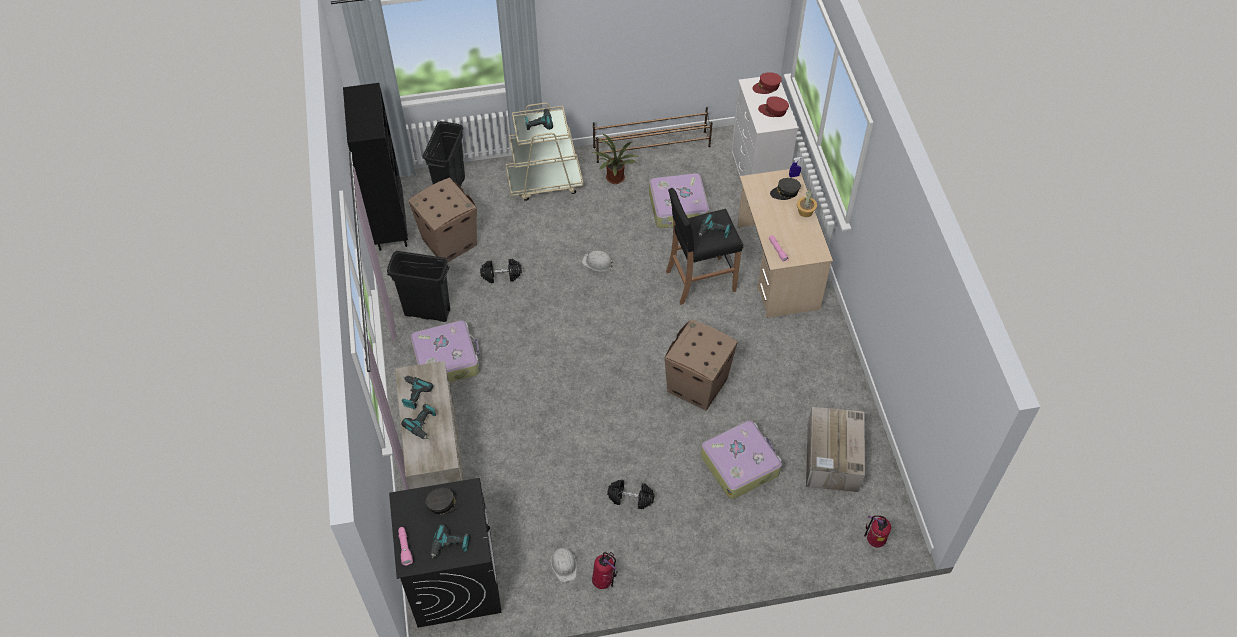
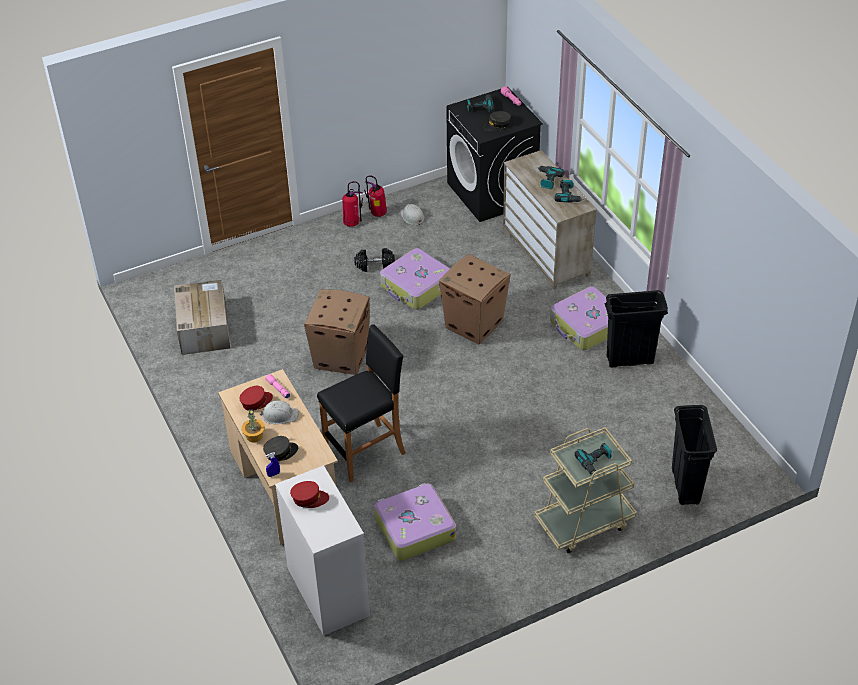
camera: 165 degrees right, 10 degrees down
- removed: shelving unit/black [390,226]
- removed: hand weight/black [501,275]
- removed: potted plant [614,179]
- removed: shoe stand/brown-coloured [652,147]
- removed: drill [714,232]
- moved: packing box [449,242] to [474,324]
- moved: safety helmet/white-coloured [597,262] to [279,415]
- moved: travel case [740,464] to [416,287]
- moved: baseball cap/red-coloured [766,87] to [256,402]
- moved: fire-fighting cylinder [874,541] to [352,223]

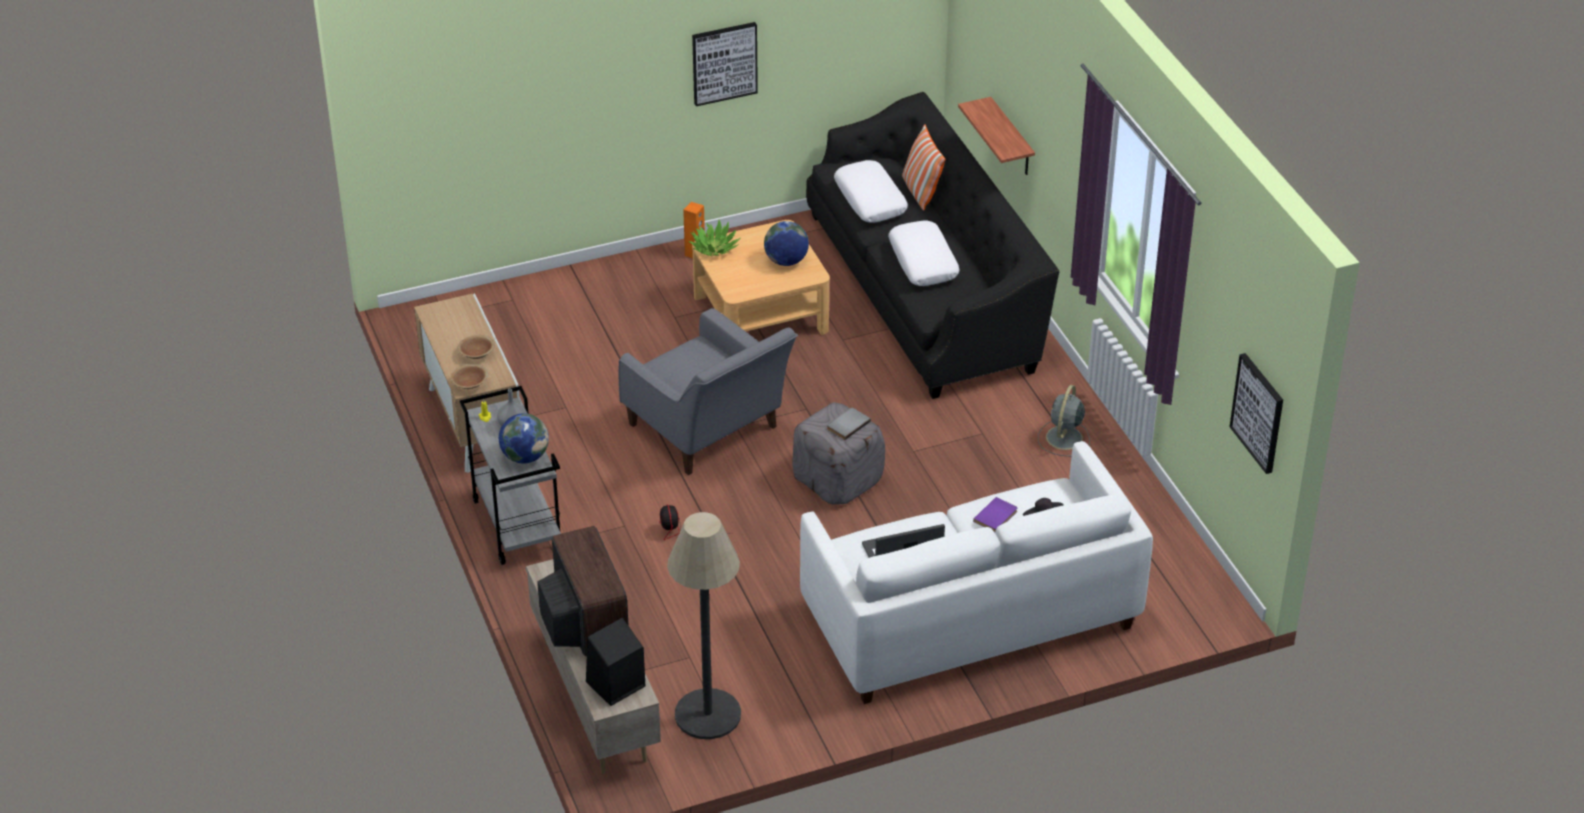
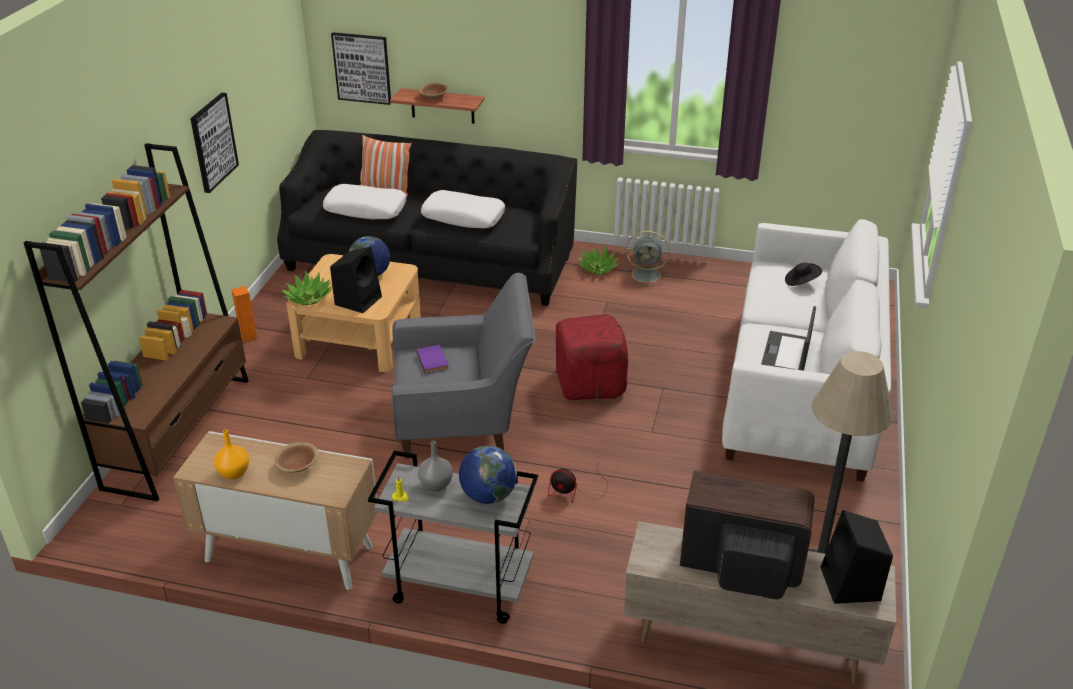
camera: 55 degrees left, 5 degrees down
- removed: book/gray [847,424]
- added: shelving unit/brown-coloured [179,432]
- added: flower vase/orangey [234,473]
- added: audio speaker/black [358,300]
- added: potted plant [597,268]
- moved: deep dish/brown-coloured [470,384] to [434,97]
- moved: book/purple [996,517] to [433,360]
- moved: wall picture [1258,412] to [362,68]
- recoloured: pouffe/gray [837,479] to pouffe/red-coloured [589,382]
- turned: cooling fan/gray [1063,439] = [647,275] 45 degrees counterclockwise

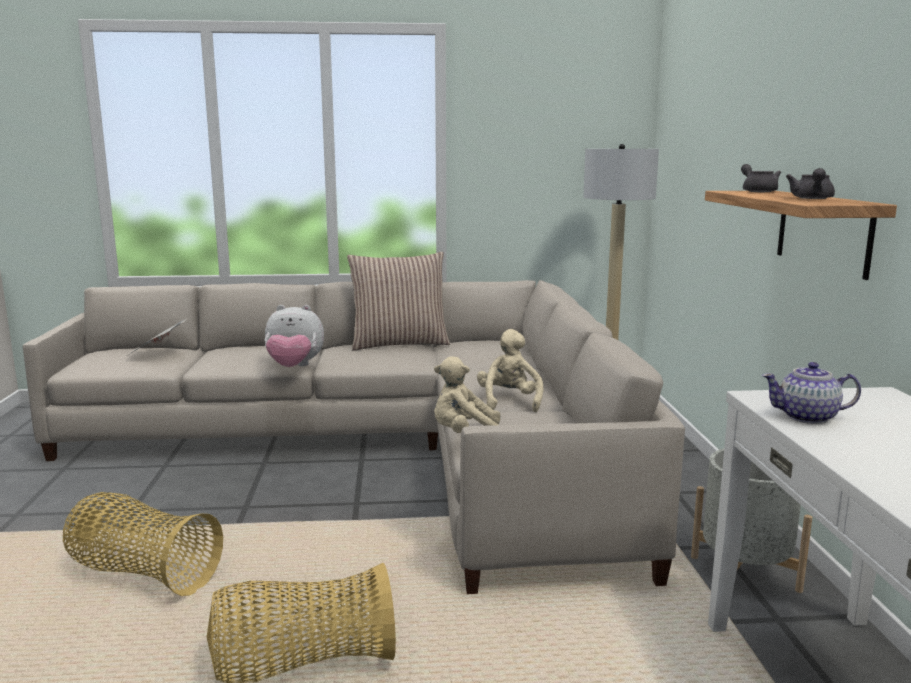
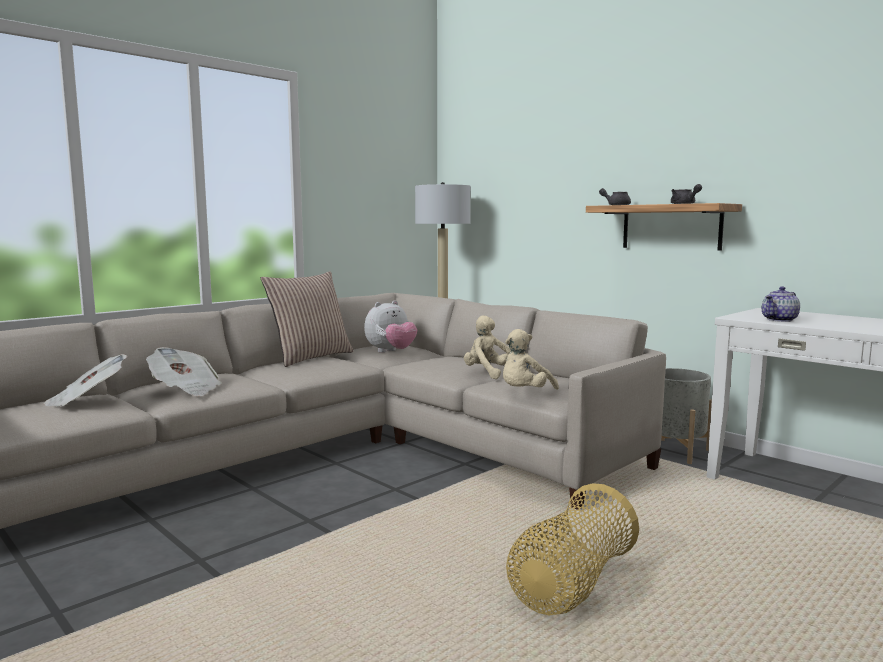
camera: 40 degrees left, 5 degrees down
- removed: basket [143,574]
- added: newspaper [185,389]
- moved: soft toy [294,367] to [391,352]

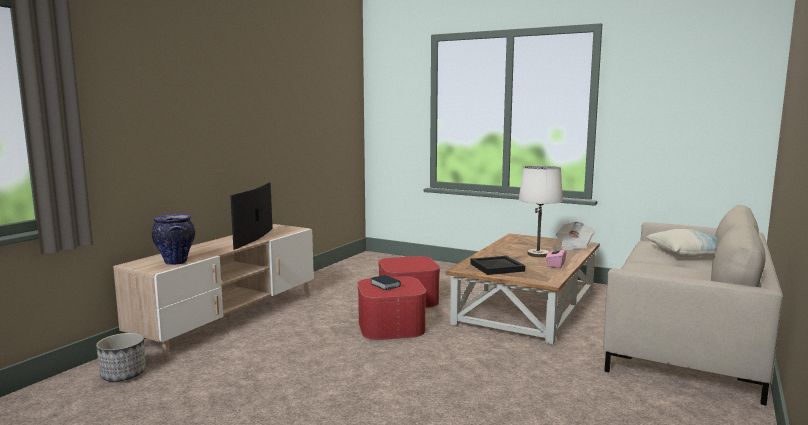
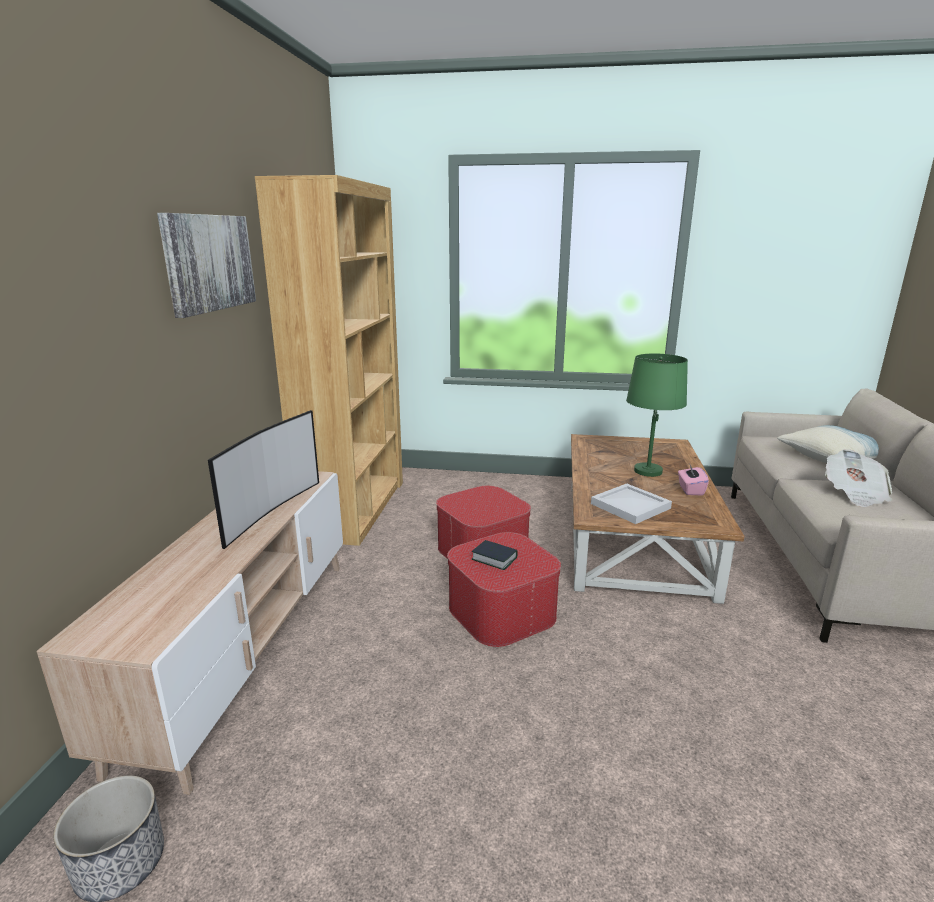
camera: 20 degrees left, 10 degrees up
- removed: flower vase [175,262]
- added: wall picture [209,263]
- added: shelving unit/brown-coloured [355,508]
- moved: newspaper [573,246] to [854,494]
- recoloured: carrying tray/black [498,267] to carrying tray/white-coloured [631,506]
- recoloured: table lamp/white-coloured [537,254] to table lamp/green-coloured [647,471]
- turned: TV set [257,238] = [271,511] 150 degrees counterclockwise

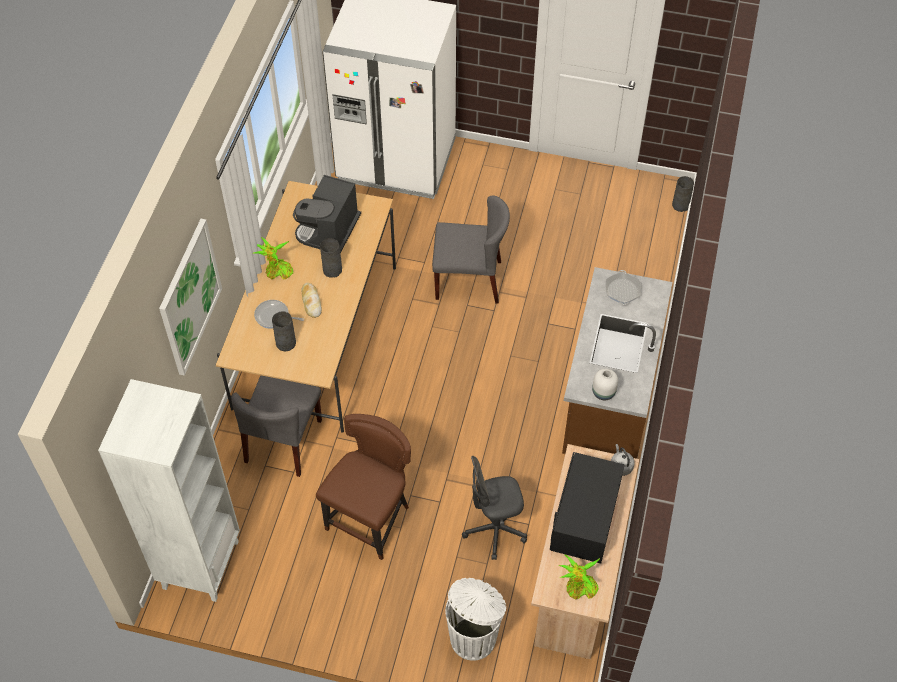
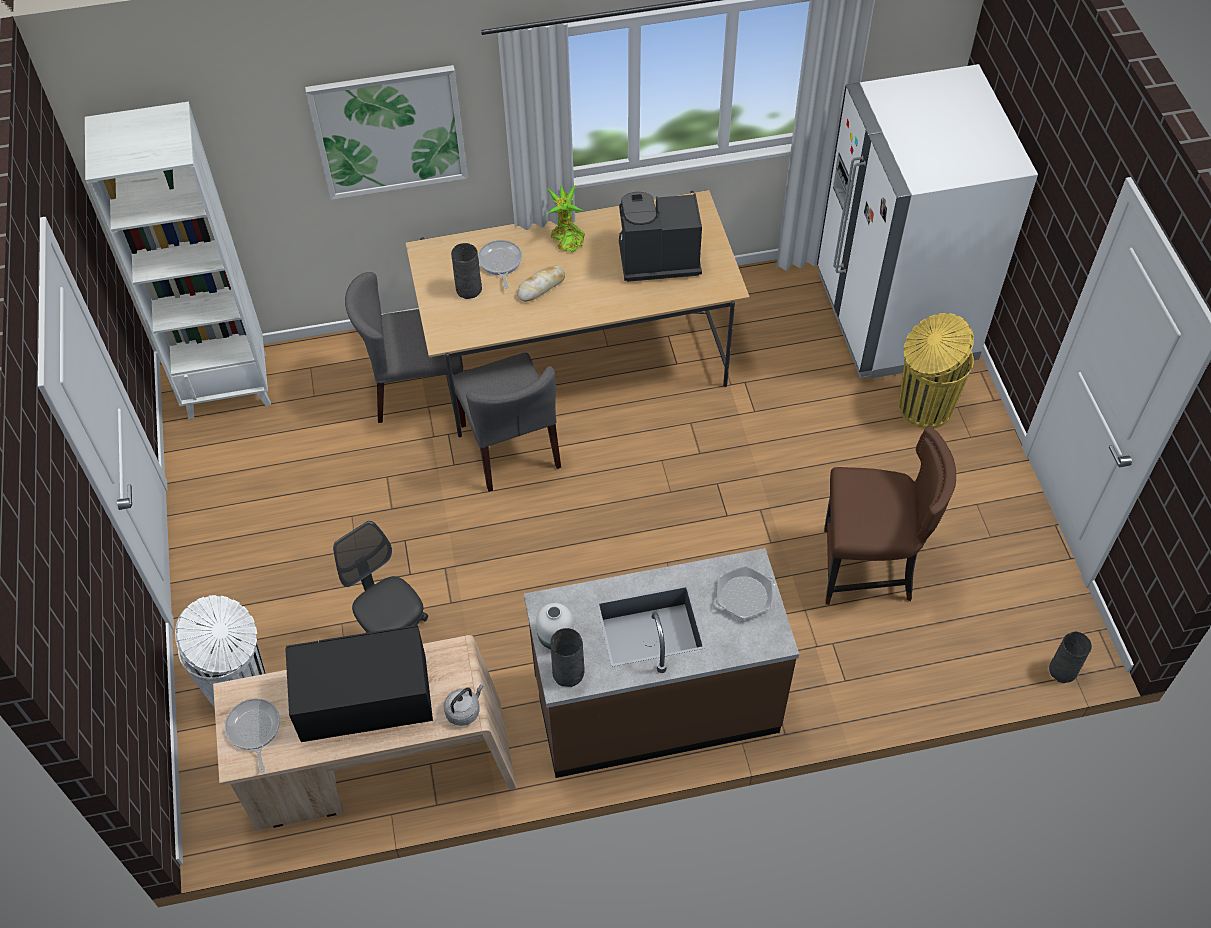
camera: 65 degrees right, 0 degrees up
- added: rubbish bin/yellow [923,407]
- moved: plain chair/brown-coloured [371,519] to [868,568]
- moved: flower vase/gray [333,270] to [568,673]
- moved: plain chair/gray [469,280] to [510,446]
- replaced: potted plant [579,588] to frying pan [254,730]

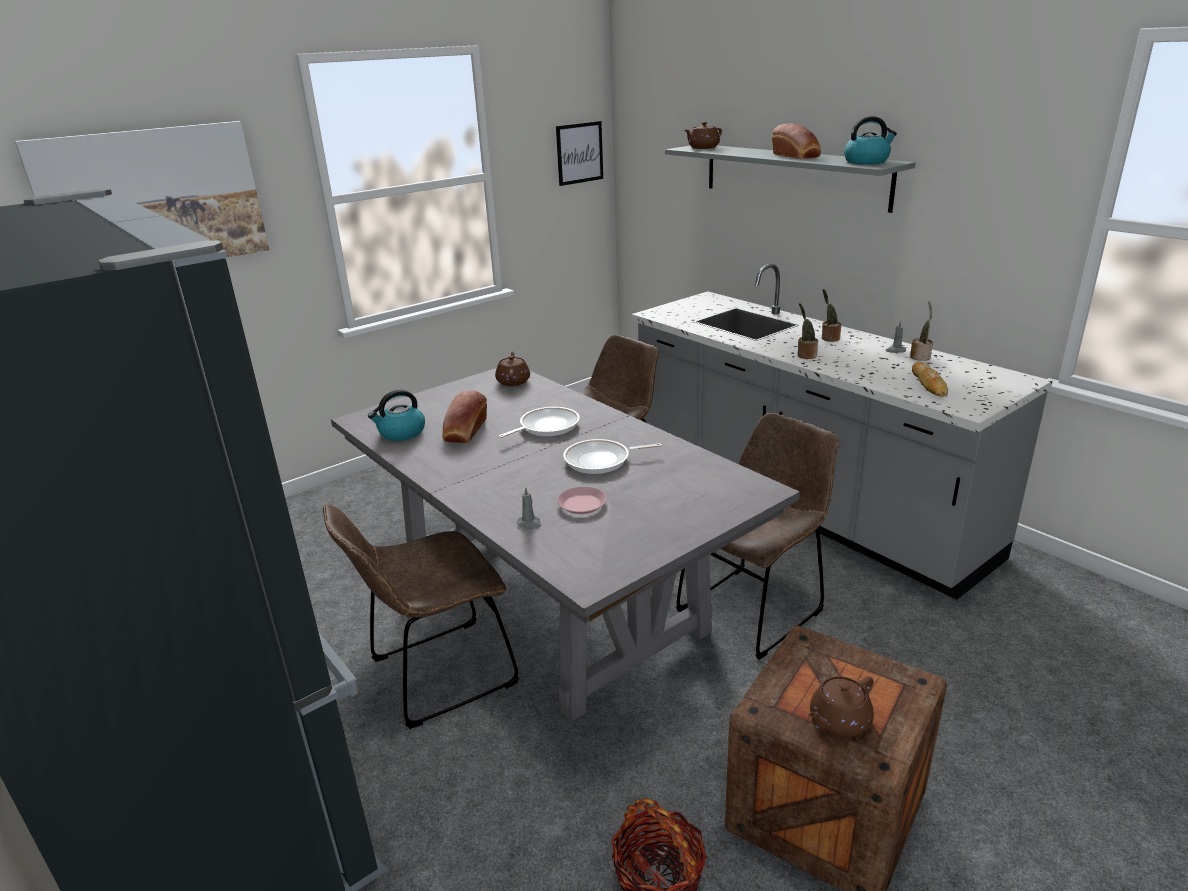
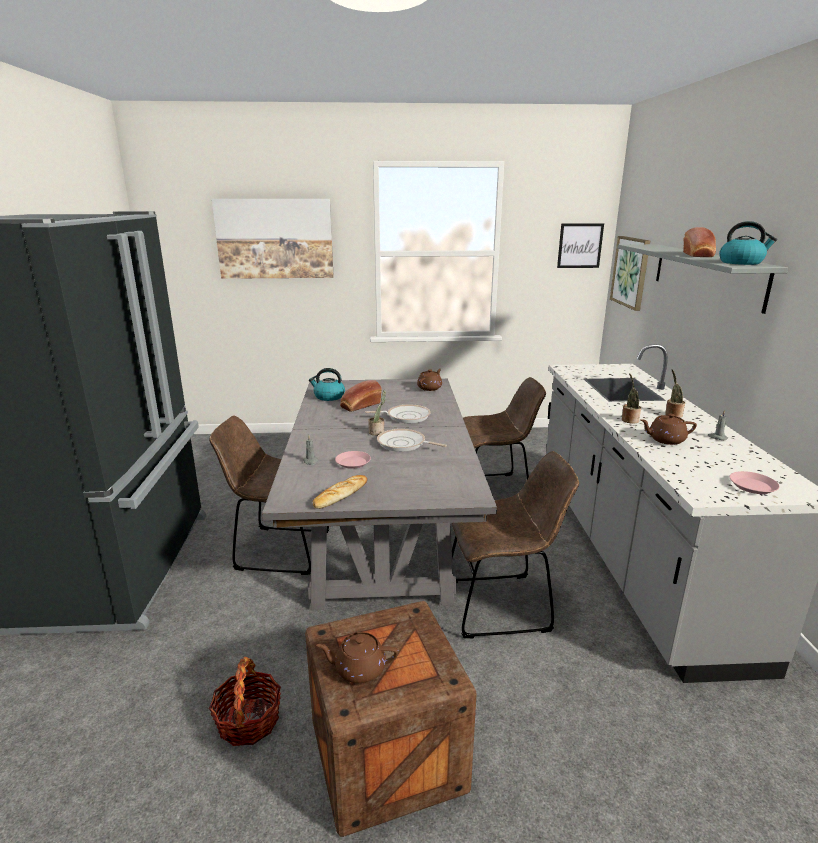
camera: 35 degrees right, 5 degrees down
- added: wall picture [631,272]
- added: flat dish/pinkish [752,486]
- moved: pot for tea/brown-coloured [703,148] to [665,440]
- moved: potted plant [920,357] to [377,432]
- moved: bakery bread [928,383] to [340,495]

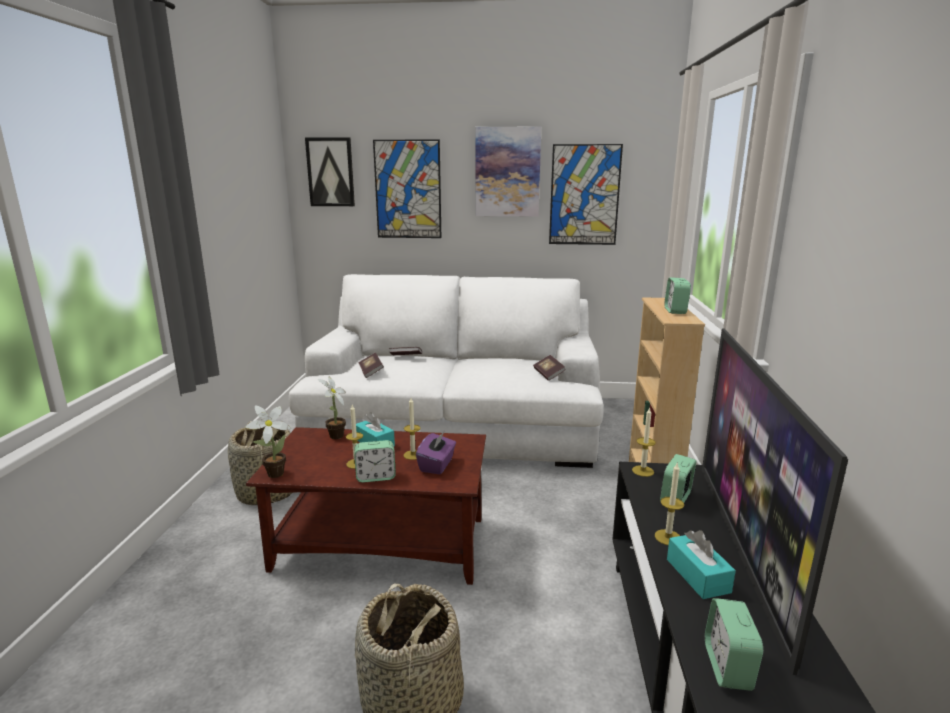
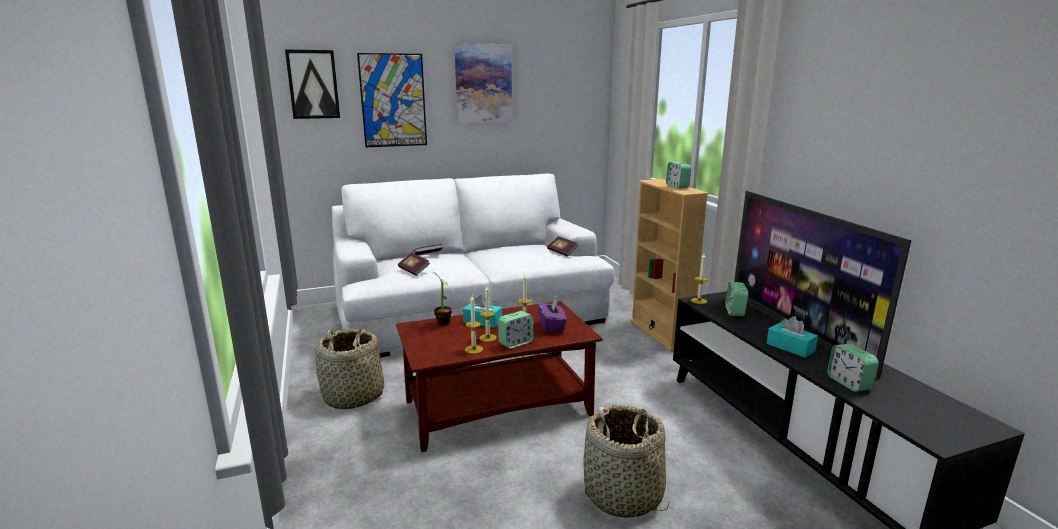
camera: 25 degrees left, 0 degrees up
- removed: potted plant [272,474]
- removed: wall picture [584,195]
- moved: candle [668,537] to [474,349]

